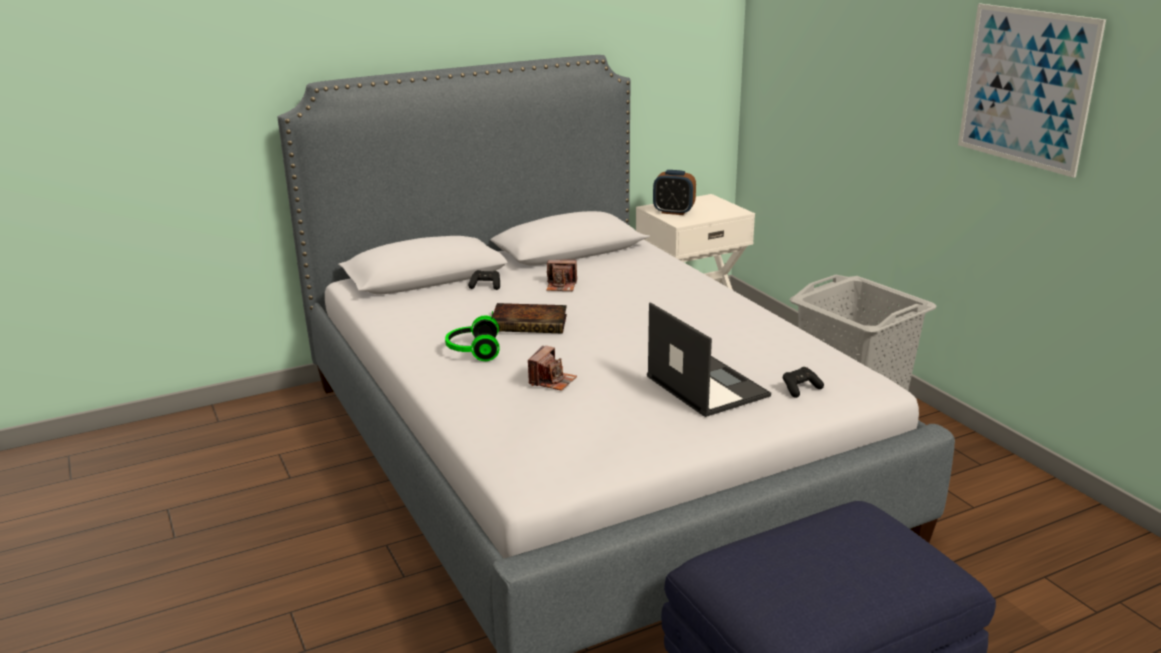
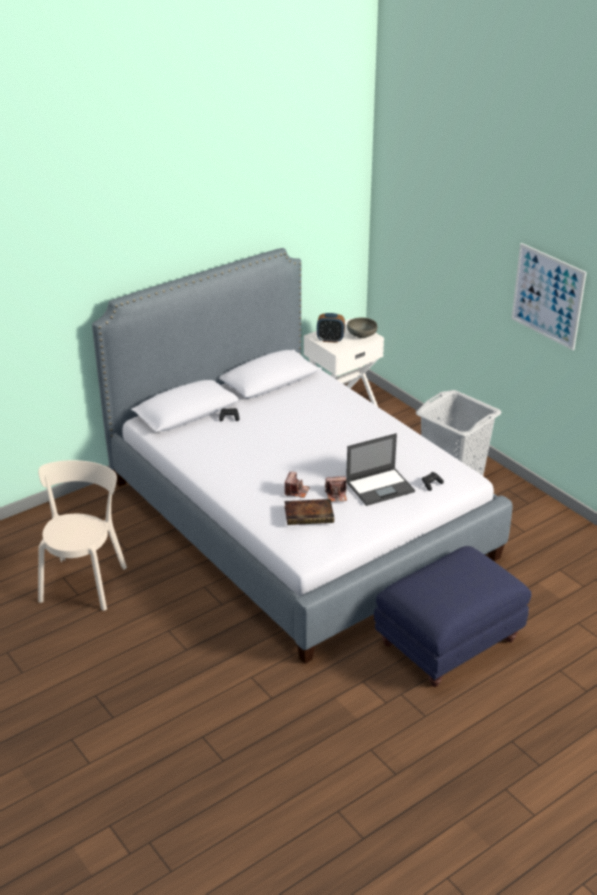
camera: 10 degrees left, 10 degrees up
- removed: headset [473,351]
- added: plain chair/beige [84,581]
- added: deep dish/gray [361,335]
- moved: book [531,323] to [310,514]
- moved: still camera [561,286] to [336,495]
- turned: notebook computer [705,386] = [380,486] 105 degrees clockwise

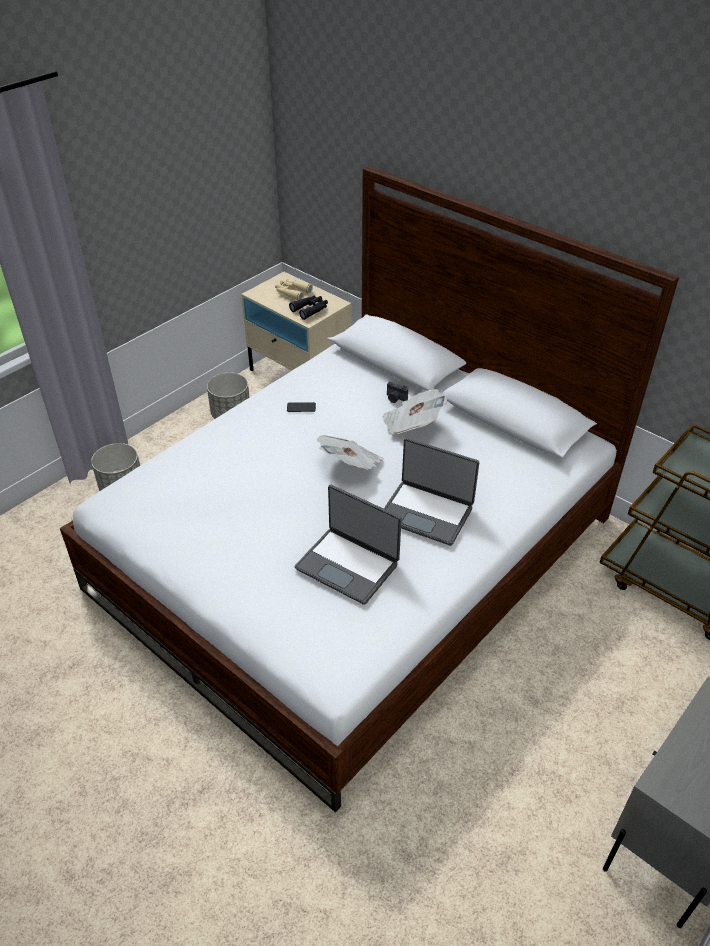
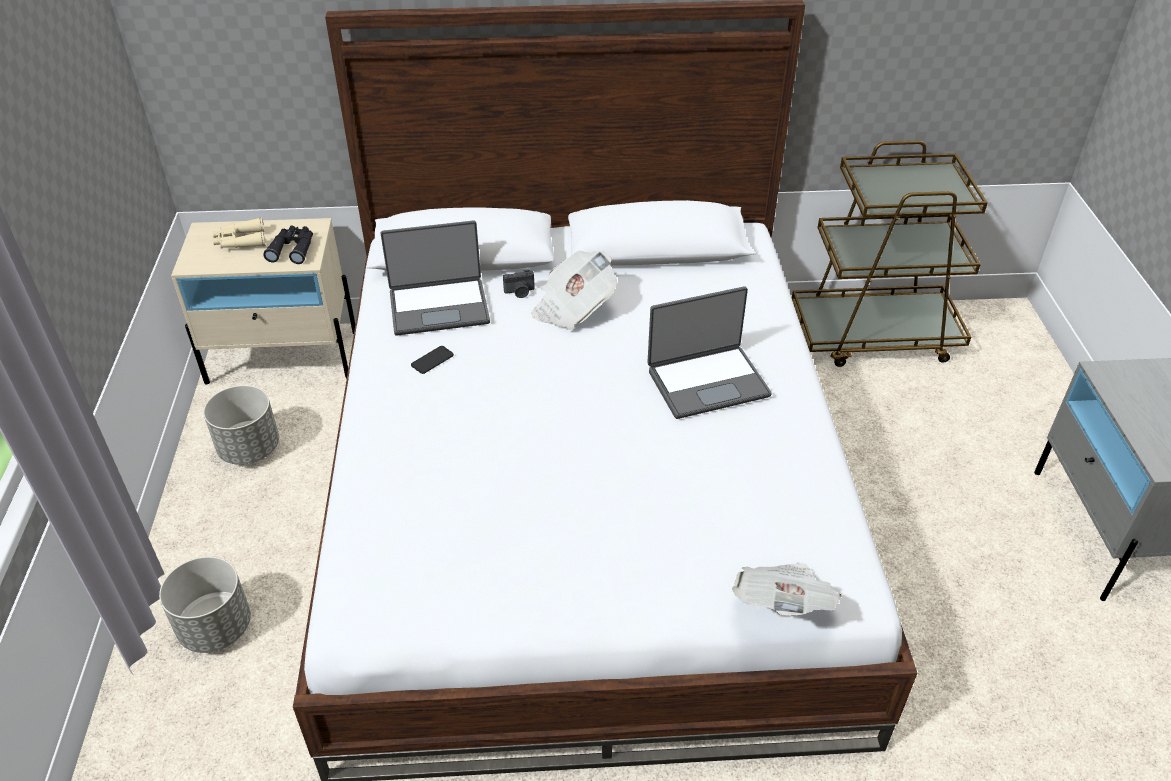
camera: 45 degrees left, 0 degrees up
- moved: notebook computer [348,565] to [439,306]
- moved: newspaper [351,465] to [782,605]

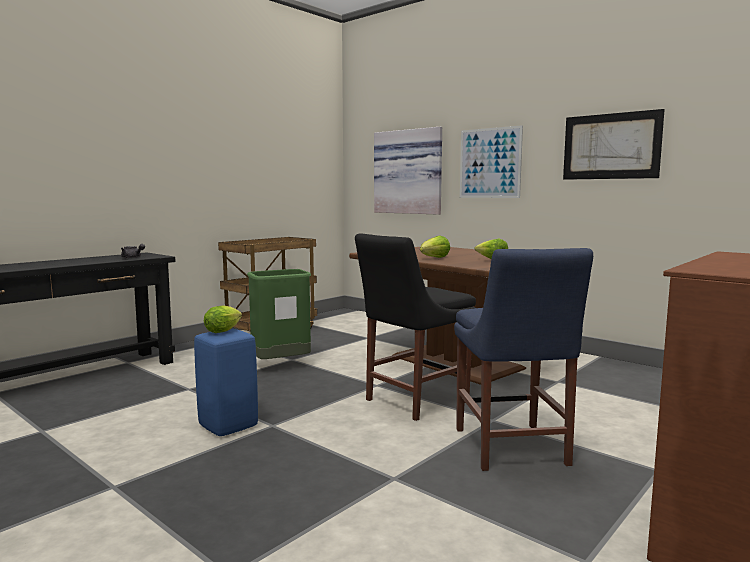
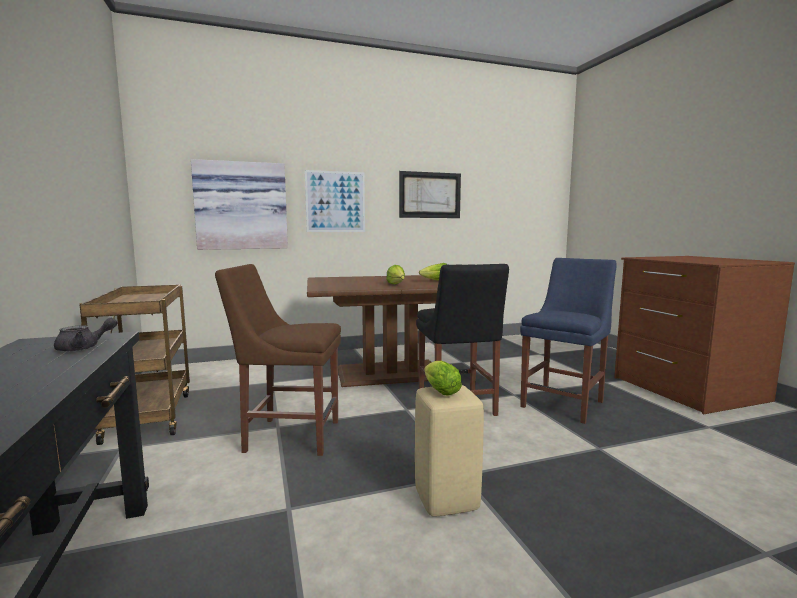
camera: 60 degrees left, 0 degrees up
- replaced: rubbish bin/green-coloured [281,365] to plain chair/brown-coloured [288,435]
- recoloured: sitting stool/bluish [228,426] to sitting stool/beige [445,500]
- turned: plain chair/bluish [511,449] = [564,403] 75 degrees counterclockwise

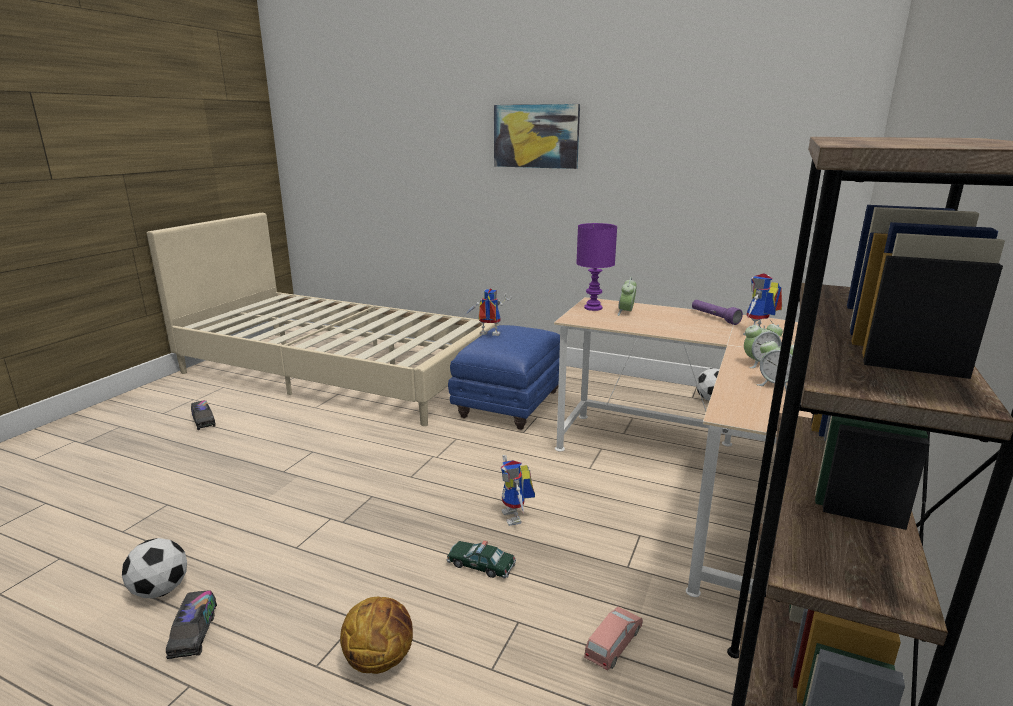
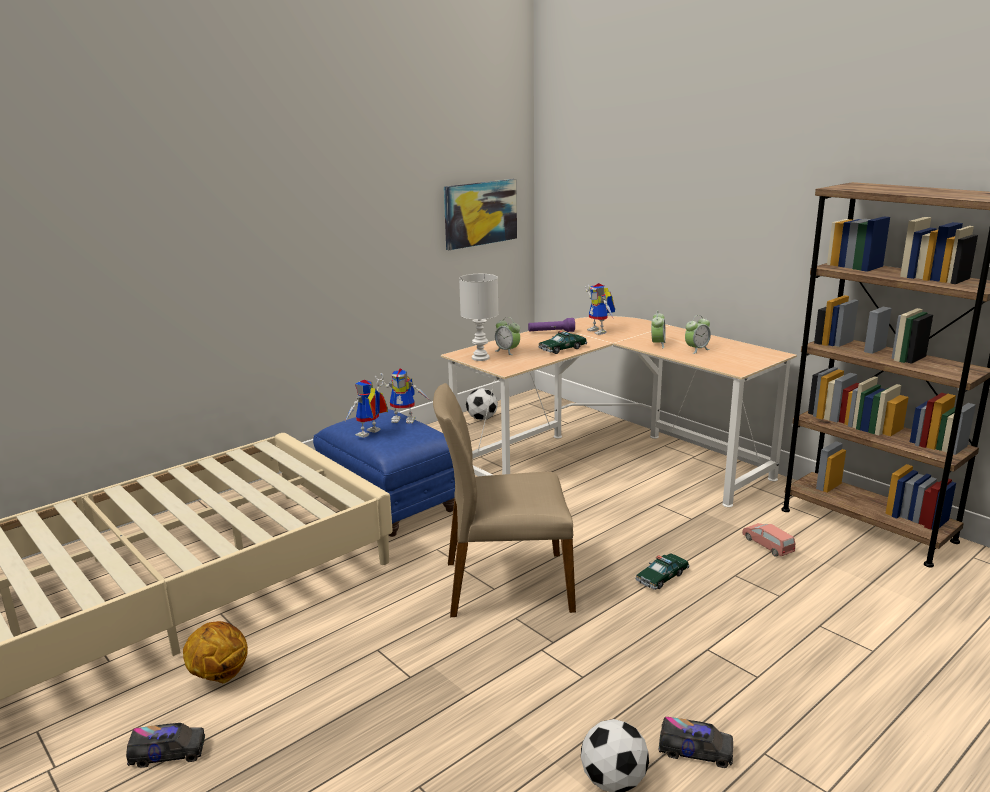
camera: 65 degrees left, 0 degrees up
- added: plain chair/beige [506,584]
- added: miniature car [562,349]
- moved: ball for basketball [380,659] to [219,676]
- moved: wall picture [536,136] to [480,213]
- moved: robot figure [516,517] to [406,419]
- recoloured: table lamp/purple [593,308] to table lamp/white-coloured [481,358]

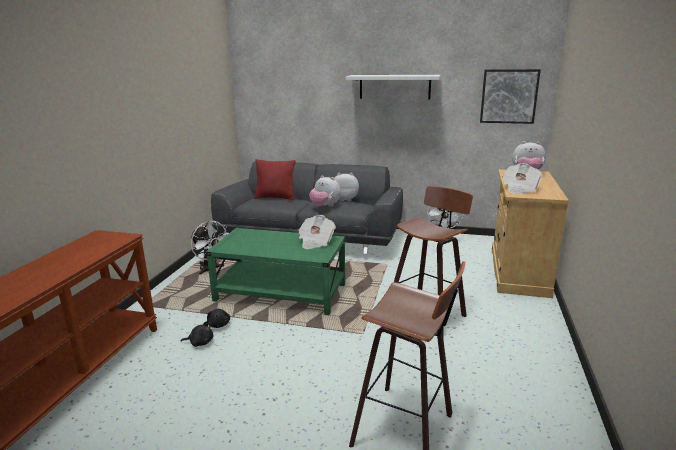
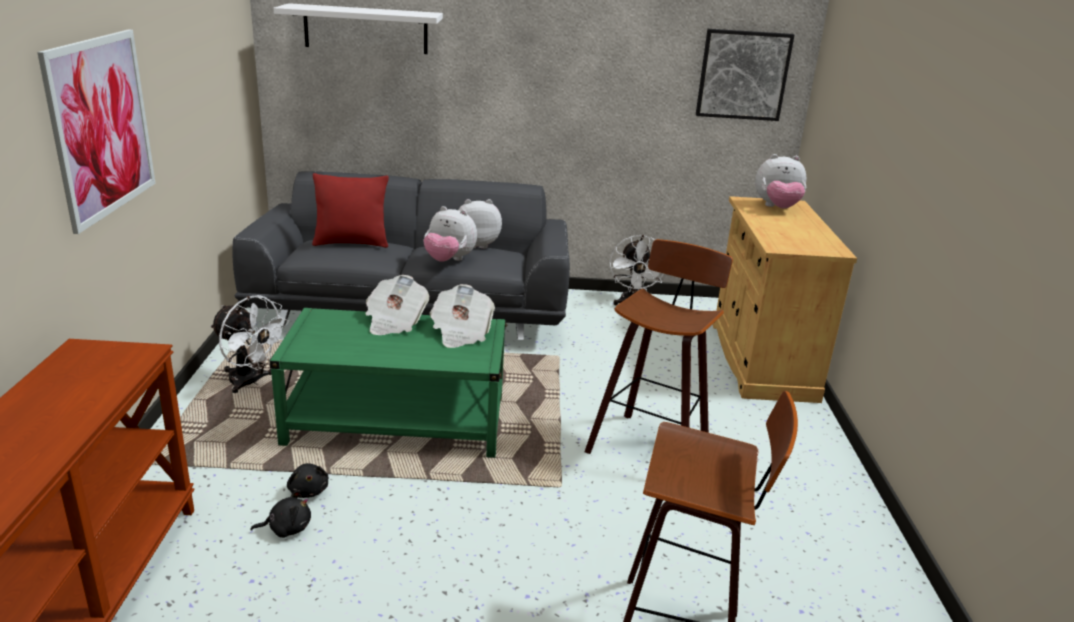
camera: 15 degrees left, 5 degrees up
- added: wall picture [101,126]
- moved: bracket shelf/white-coloured [394,87] to [366,29]
- moved: newspaper [519,189] to [395,322]

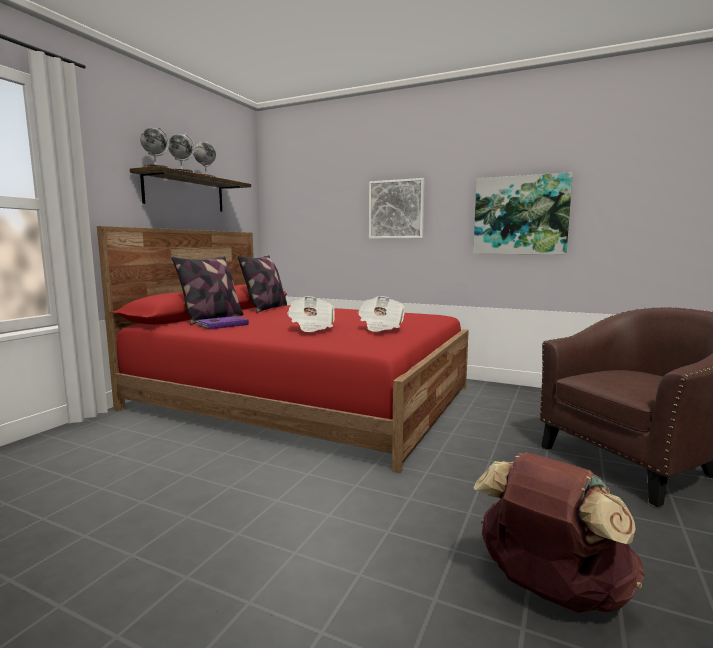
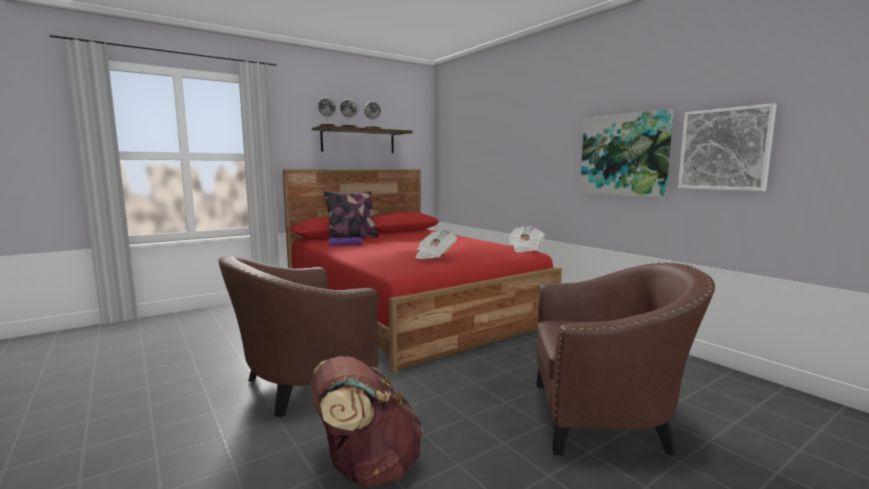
camera: 30 degrees right, 0 degrees up
- removed: throw pillow [266,308]
- added: armchair/brown-coloured [301,385]
- moved: newspaper [311,327] to [525,249]
- moved: wall picture [396,209] to [724,149]

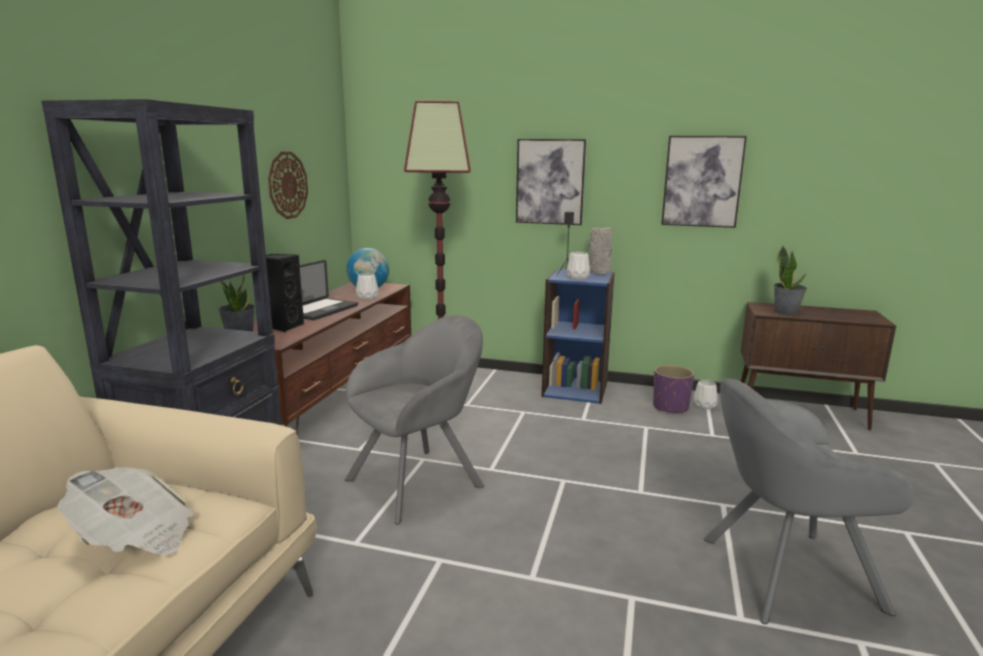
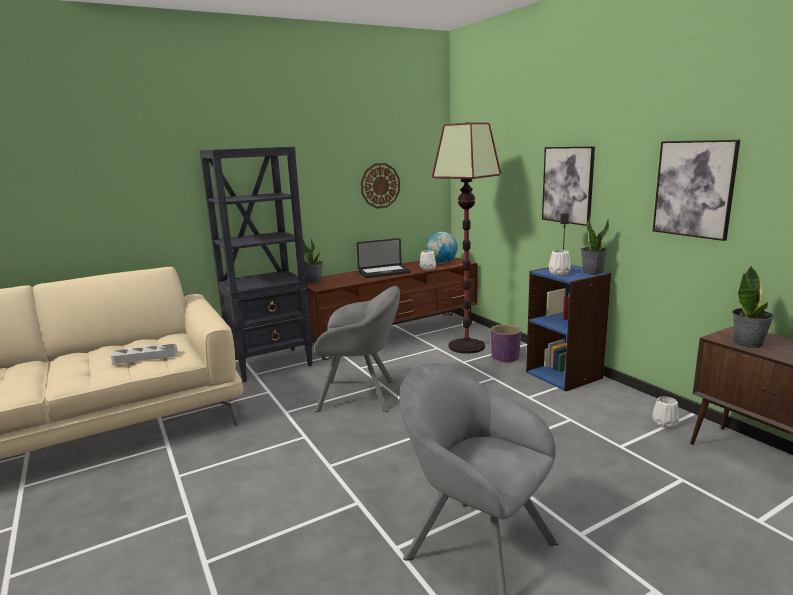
camera: 45 degrees right, 0 degrees up
- removed: audio speaker/black [284,326]
- moved: plant pot/purple [670,407] to [505,358]
- replaced: newspaper [135,537] to carrying tray/gray [145,357]
- replaced: flower vase/gray [599,273] to potted plant [592,272]

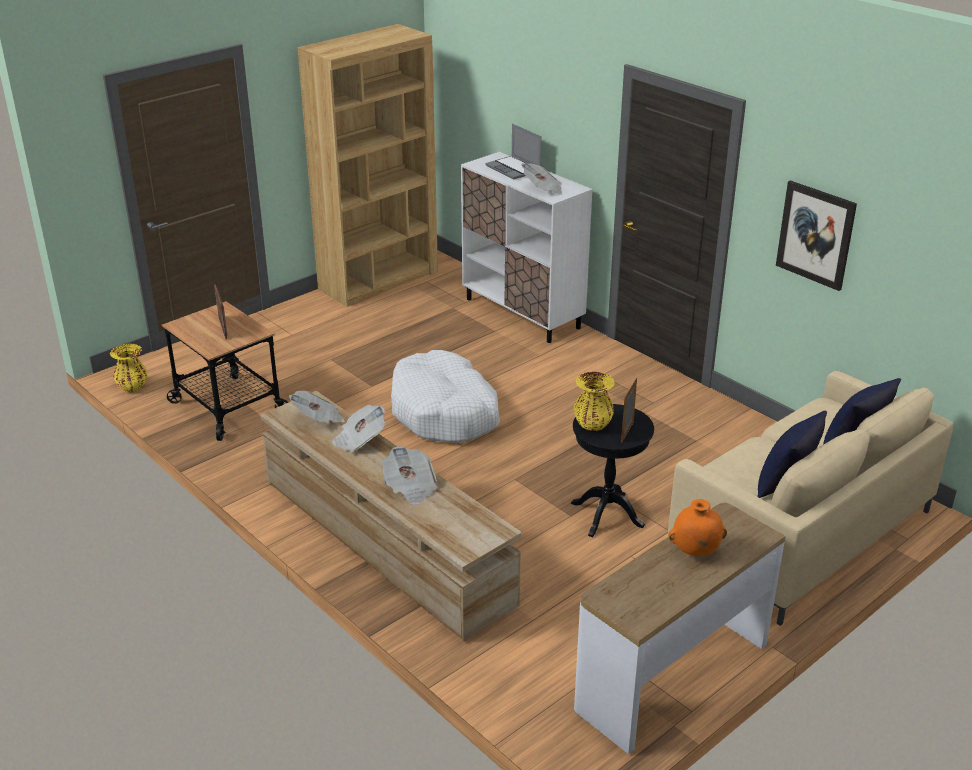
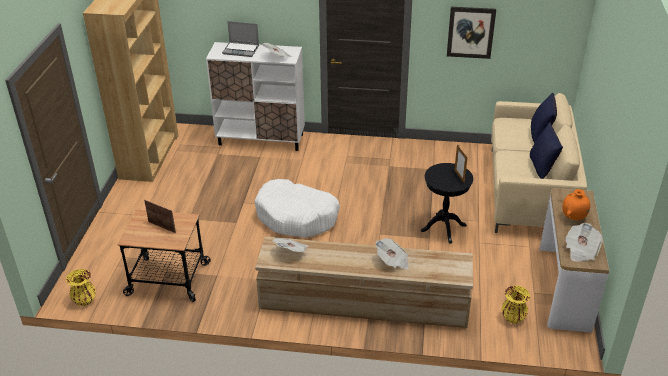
camera: 40 degrees left, 5 degrees up
- moved: newspaper [359,440] to [581,250]
- moved: flower vase/yellow [592,424] to [513,317]

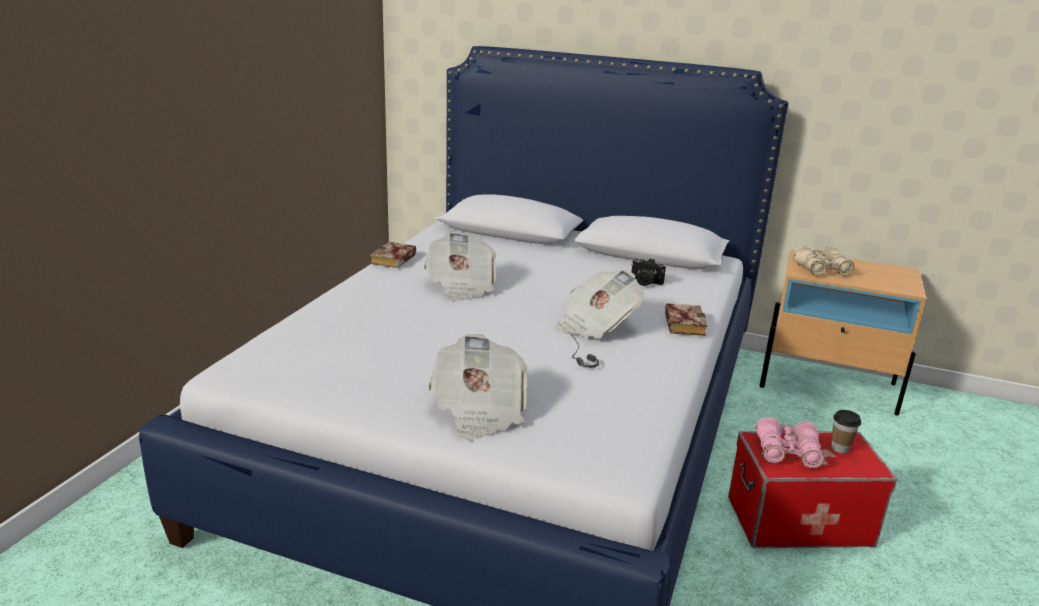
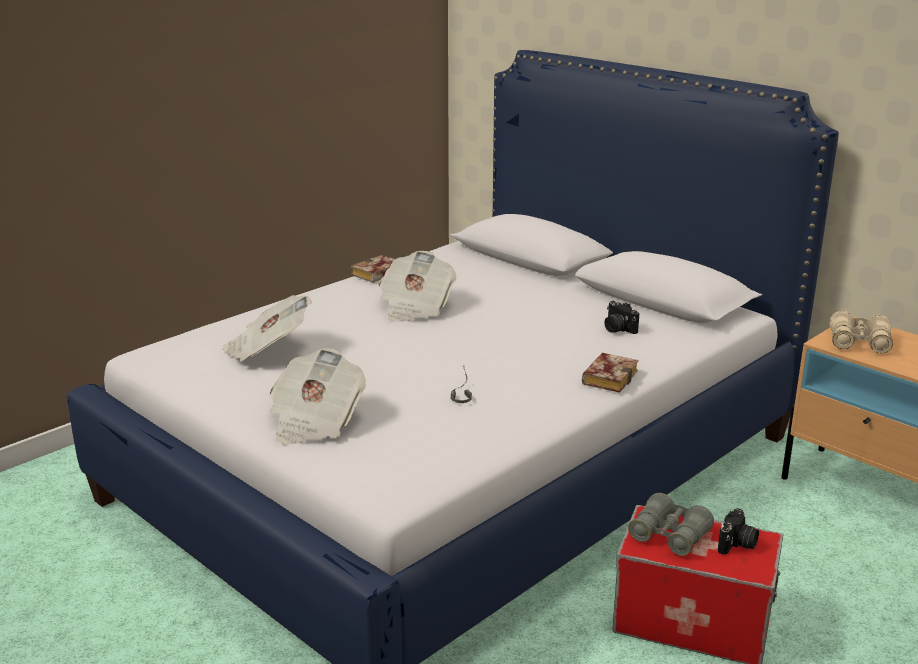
camera: 25 degrees right, 0 degrees up
- moved: newspaper [595,325] to [267,349]
- replaced: drinking cup [840,448] to still camera [737,544]
- recoloured: field glasses/pinkish [787,452] to field glasses/gray [669,535]

